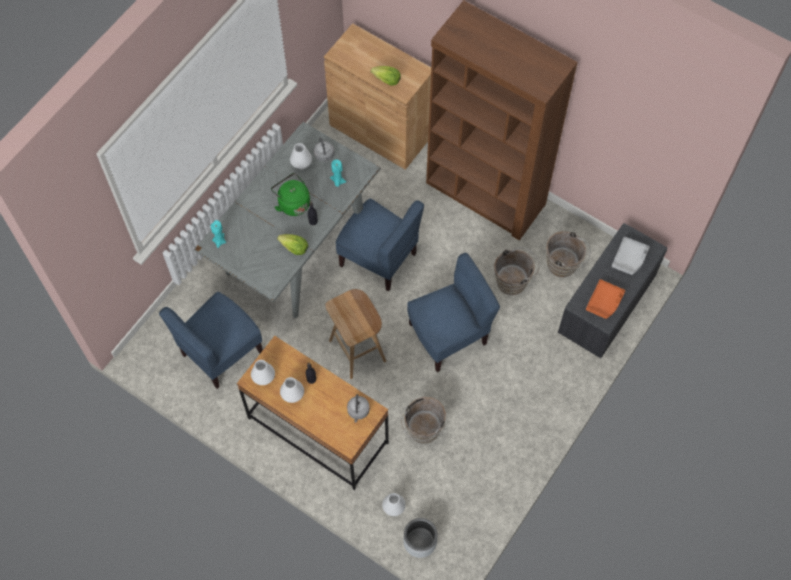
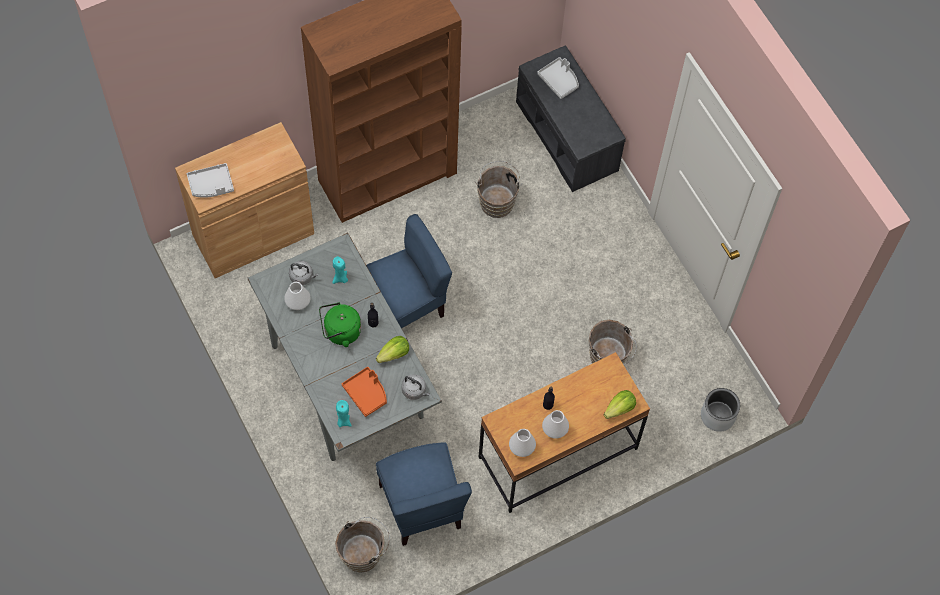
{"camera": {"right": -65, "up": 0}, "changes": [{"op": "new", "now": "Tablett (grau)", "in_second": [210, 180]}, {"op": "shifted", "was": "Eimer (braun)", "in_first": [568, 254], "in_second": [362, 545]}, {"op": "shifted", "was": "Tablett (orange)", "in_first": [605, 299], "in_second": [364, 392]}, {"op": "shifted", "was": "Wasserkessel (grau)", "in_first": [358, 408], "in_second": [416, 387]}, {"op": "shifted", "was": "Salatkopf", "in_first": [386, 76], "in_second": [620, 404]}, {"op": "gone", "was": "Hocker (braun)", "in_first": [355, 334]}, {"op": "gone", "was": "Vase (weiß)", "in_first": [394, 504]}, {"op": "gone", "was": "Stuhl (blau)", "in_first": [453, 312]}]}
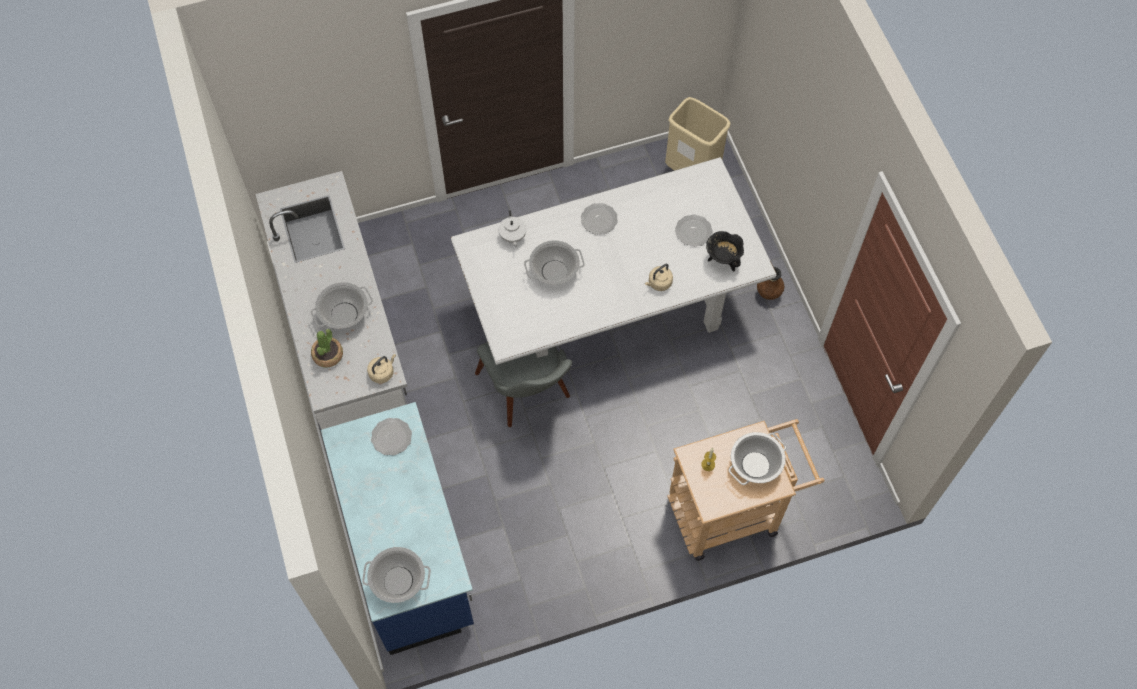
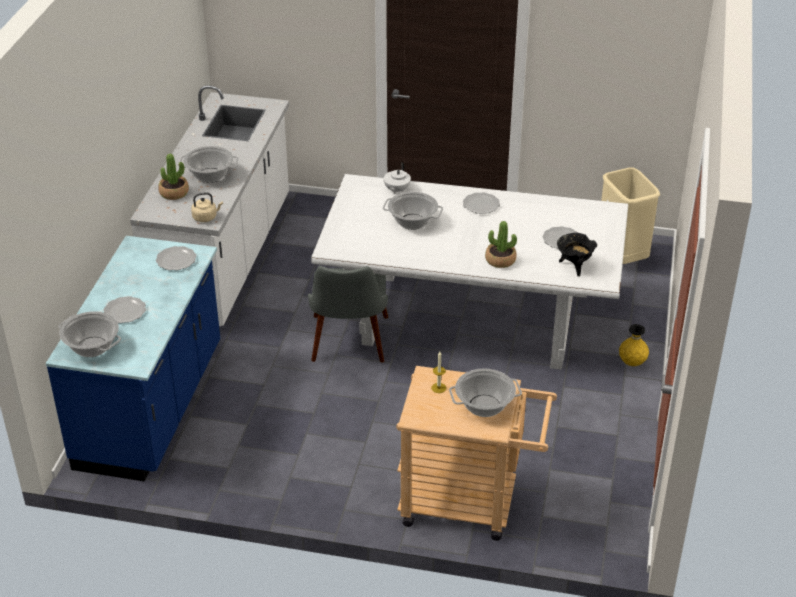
{"camera": {"right": 30, "up": -25}, "changes": [{"op": "new", "now": "Teller", "in_second": [124, 309]}, {"op": "swapped", "was": "Wasserkessel (beige)", "now": "Topfpflanze", "in_first": [659, 277], "in_second": [501, 244]}, {"op": "repainted", "was": "Vase (braun)", "now": "Vase (gelb)", "in_first": [771, 283], "in_second": [634, 345]}]}
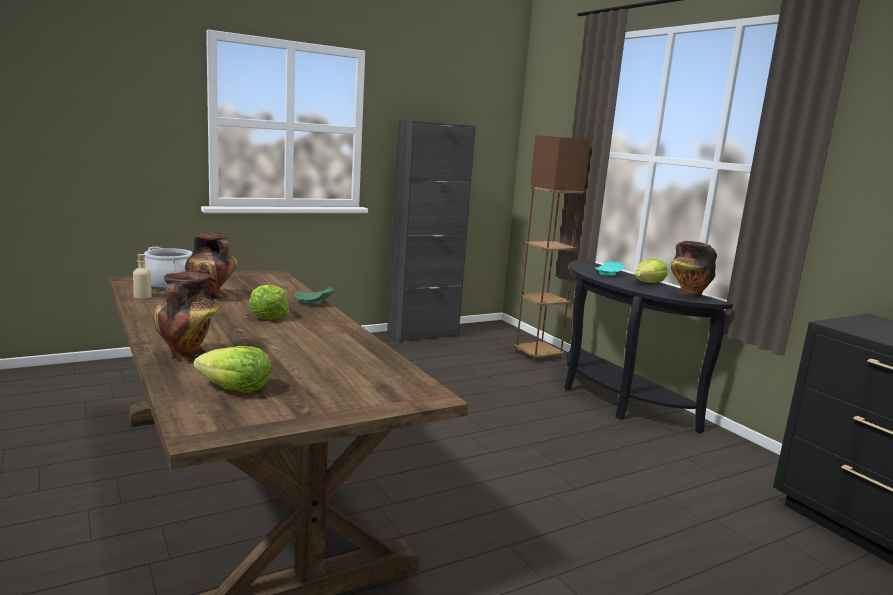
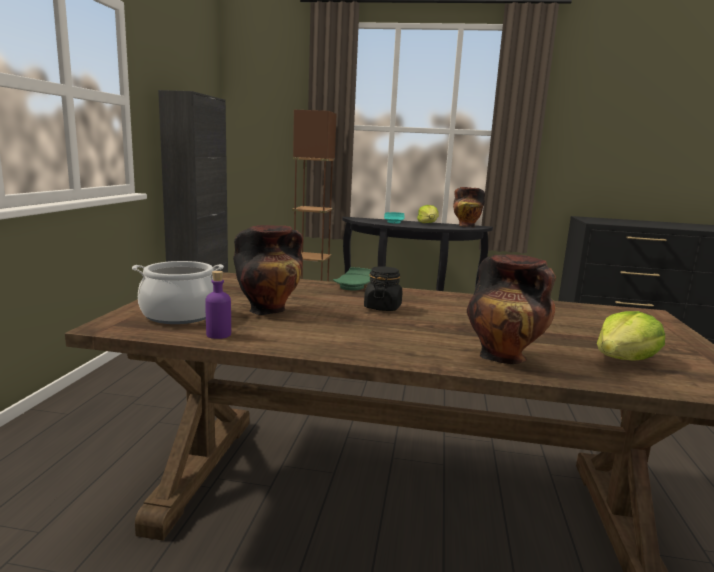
{"camera": {"right": -50, "up": 0}, "changes": [{"op": "repainted", "was": "Flasche (beige)", "now": "Flasche (lila)", "in_first": [142, 276], "in_second": [218, 305]}, {"op": "swapped", "was": "Salatkopf", "now": "Vorratsglas (schwarz)", "in_first": [269, 302], "in_second": [383, 288]}]}
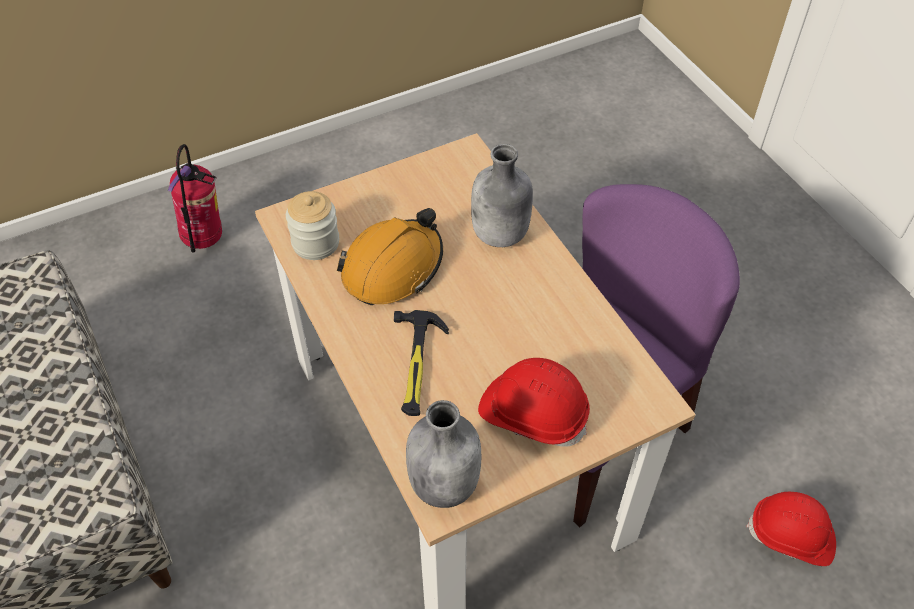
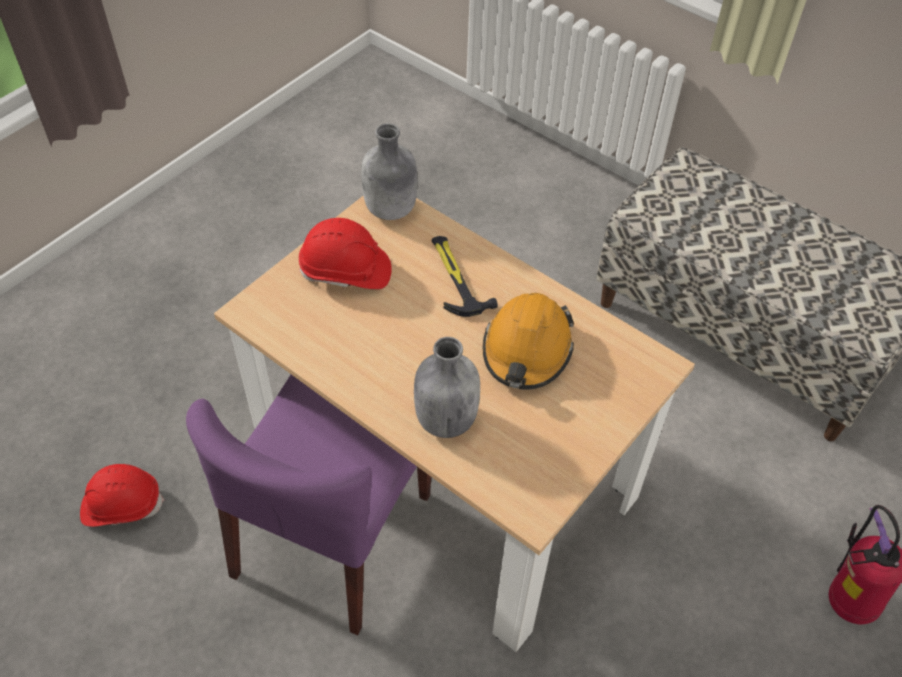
{"camera": {"right": 155, "up": 0}, "changes": [{"op": "gone", "was": "Vorratsglas", "in_first": [312, 225]}]}
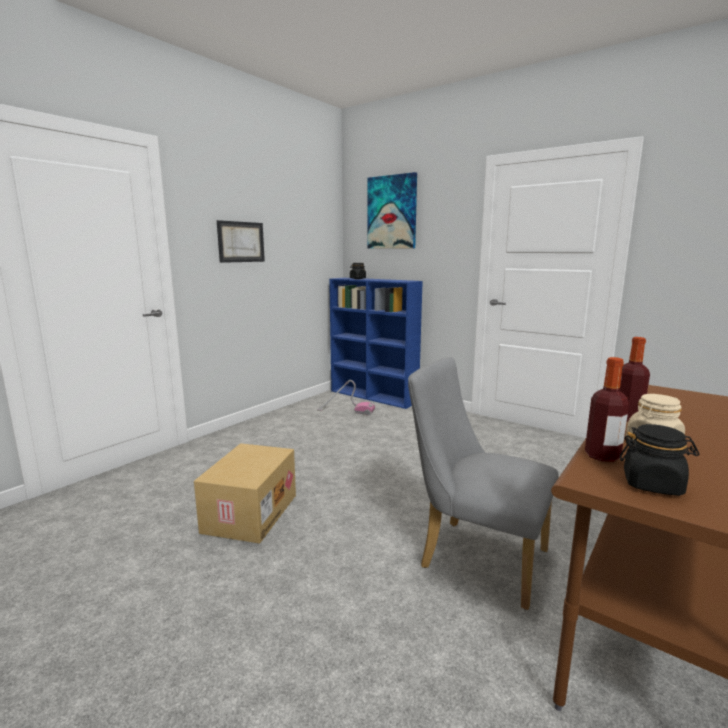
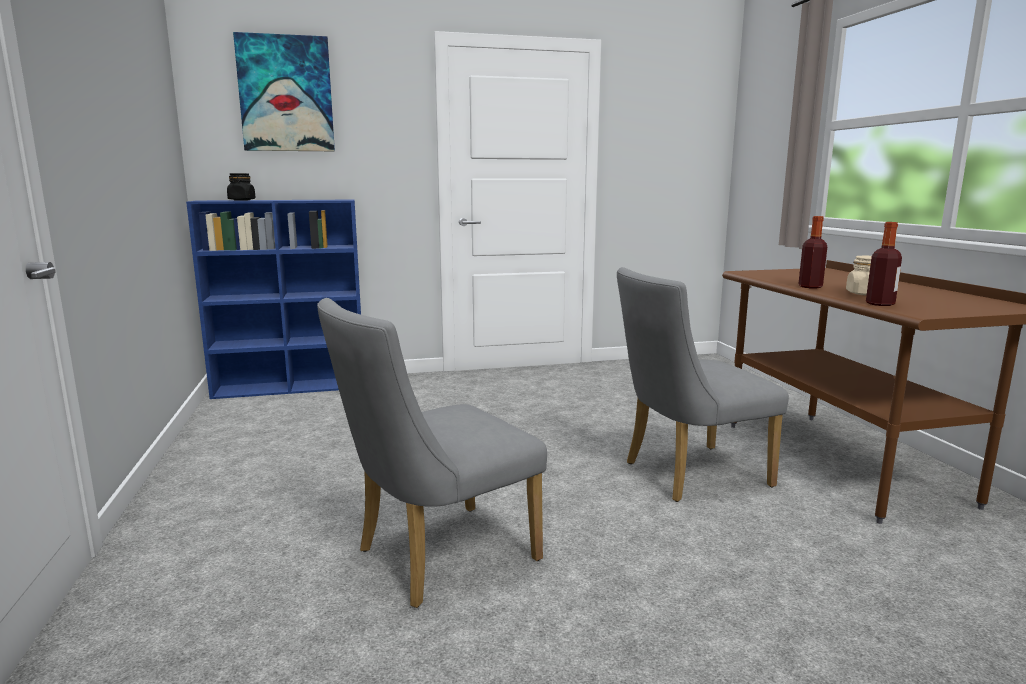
{"camera": {"right": -50, "up": 0}, "changes": [{"op": "swapped", "was": "Karton", "now": "Stuhl (grau)", "in_first": [245, 493], "in_second": [432, 453]}, {"op": "gone", "was": "Bild", "in_first": [241, 241]}, {"op": "gone", "was": "Staubsauger", "in_first": [346, 398]}, {"op": "gone", "was": "Vorratsglas (schwarz)", "in_first": [659, 460]}]}
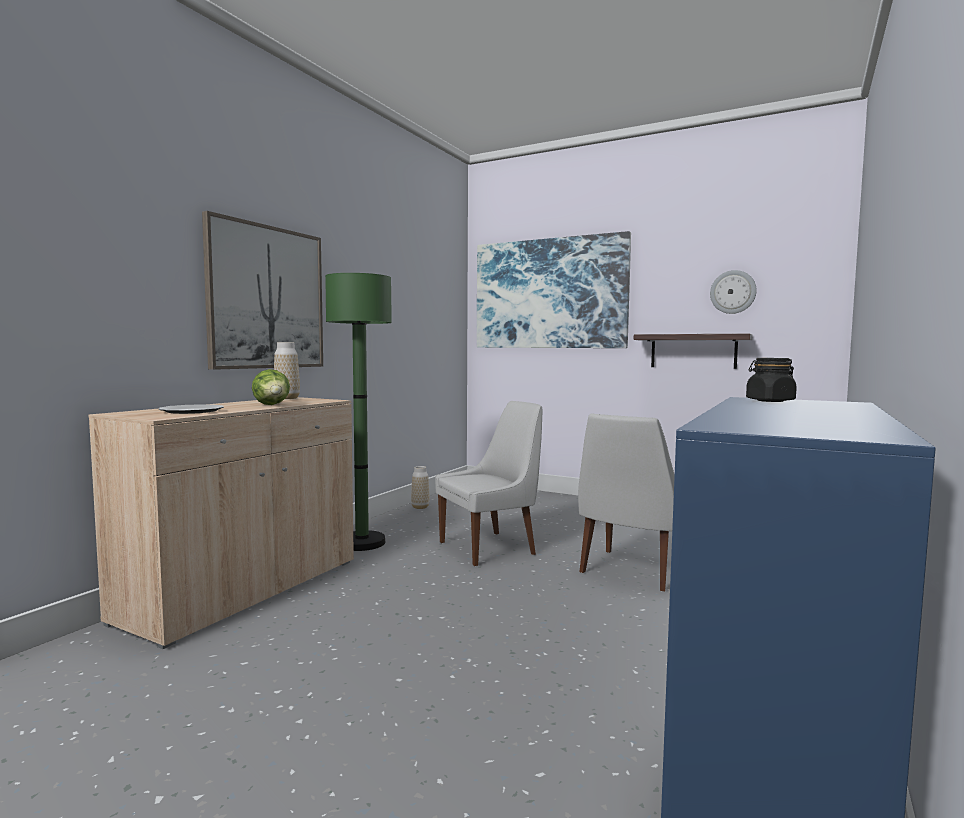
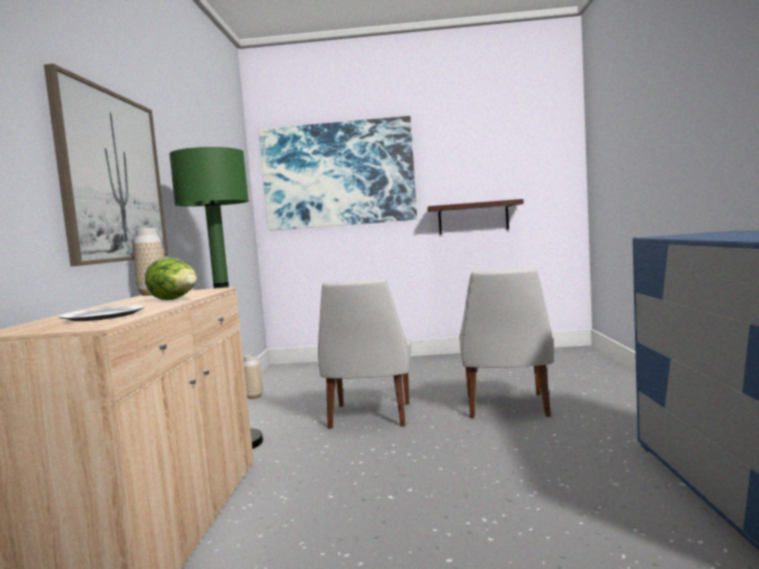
{"camera": {"right": -25, "up": 0}, "changes": [{"op": "rotated", "was": "Stuhl (weiß)", "in_first": [489, 483], "in_second": [364, 354], "clockwise": 150}, {"op": "gone", "was": "Wanduhr", "in_first": [733, 292]}, {"op": "gone", "was": "Vorratsglas (schwarz)", "in_first": [771, 380]}]}
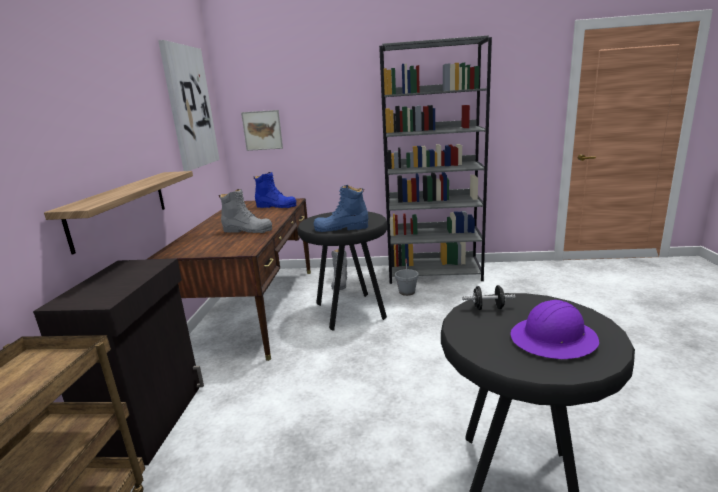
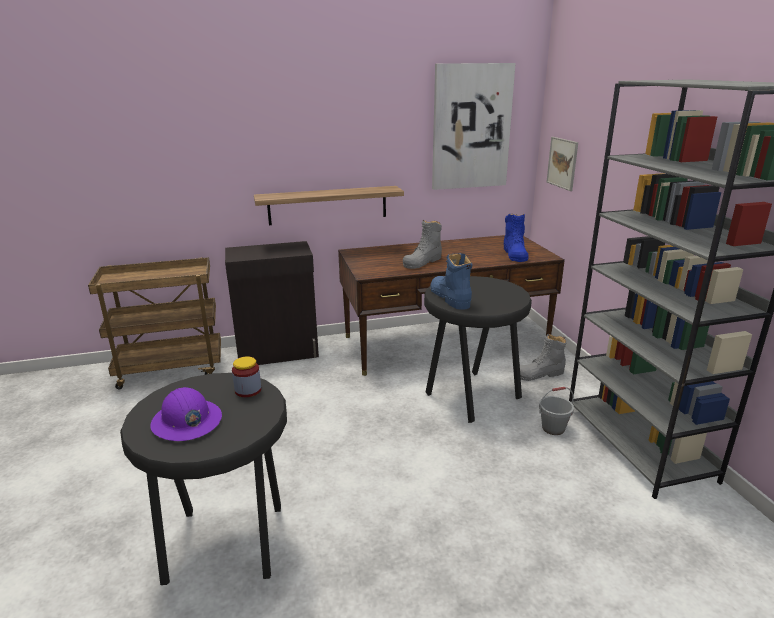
{"camera": {"right": 70, "up": 5}, "changes": [{"op": "swapped", "was": "Hantel (schwarz)", "now": "Vorratsglas", "in_first": [489, 297], "in_second": [246, 377]}, {"op": "rotated", "was": "Stiefel (grau)", "in_first": [245, 211], "in_second": [422, 244], "clockwise": 45}]}
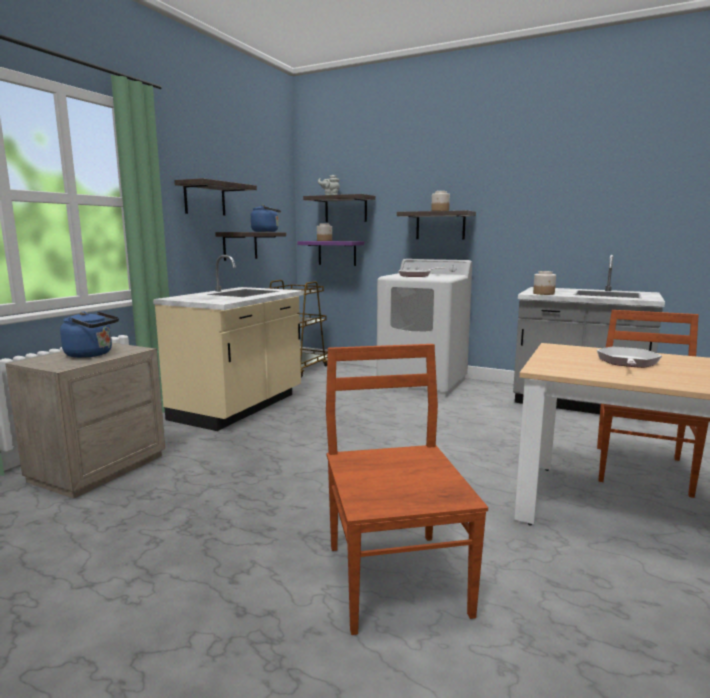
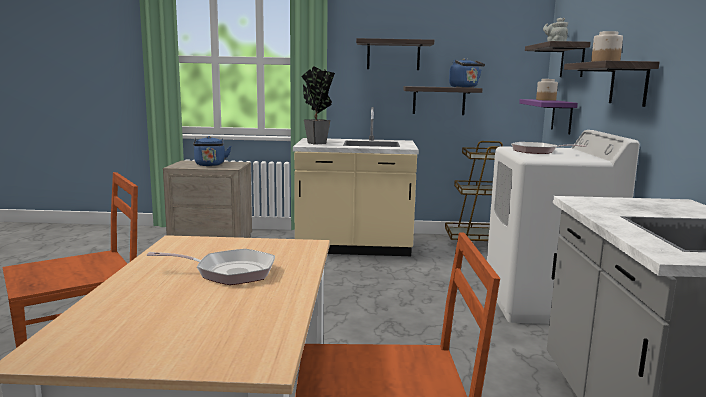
{"camera": {"right": 65, "up": 0}, "changes": [{"op": "new", "now": "Topfpflanze", "in_second": [318, 105]}, {"op": "gone", "was": "Vorratsglas", "in_first": [544, 283]}]}
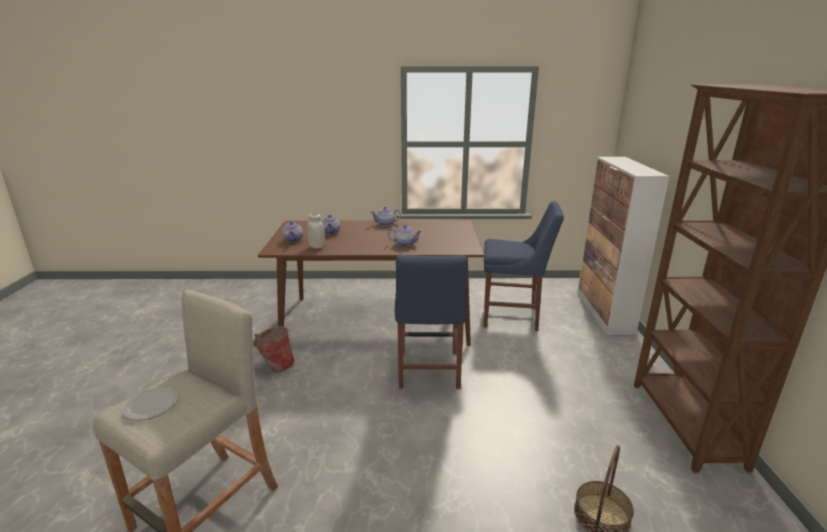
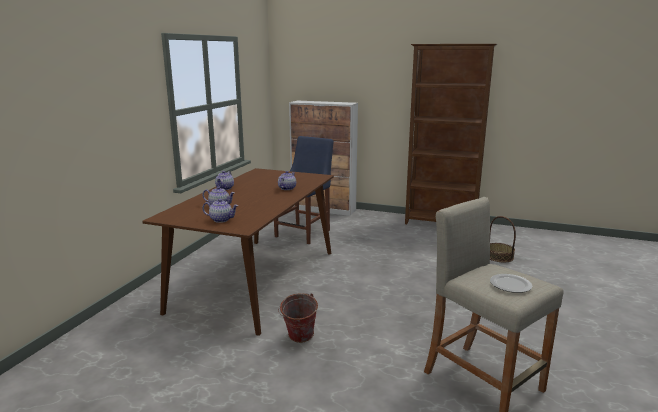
{"camera": {"right": -70, "up": -5}, "changes": [{"op": "gone", "was": "Vorratsglas (weiß)", "in_first": [316, 231]}, {"op": "gone", "was": "Stuhl (blau)", "in_first": [431, 322]}]}
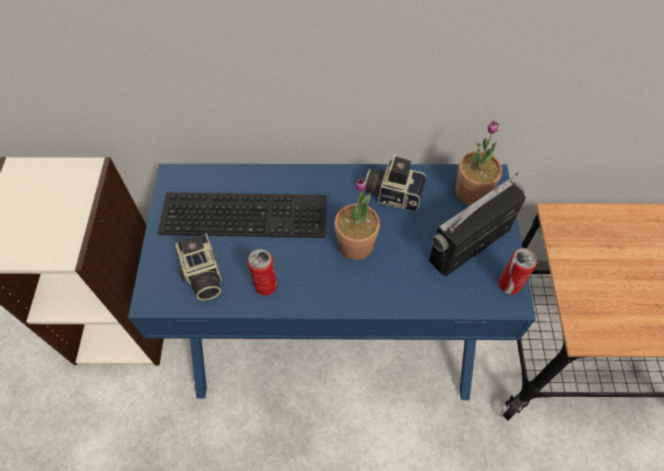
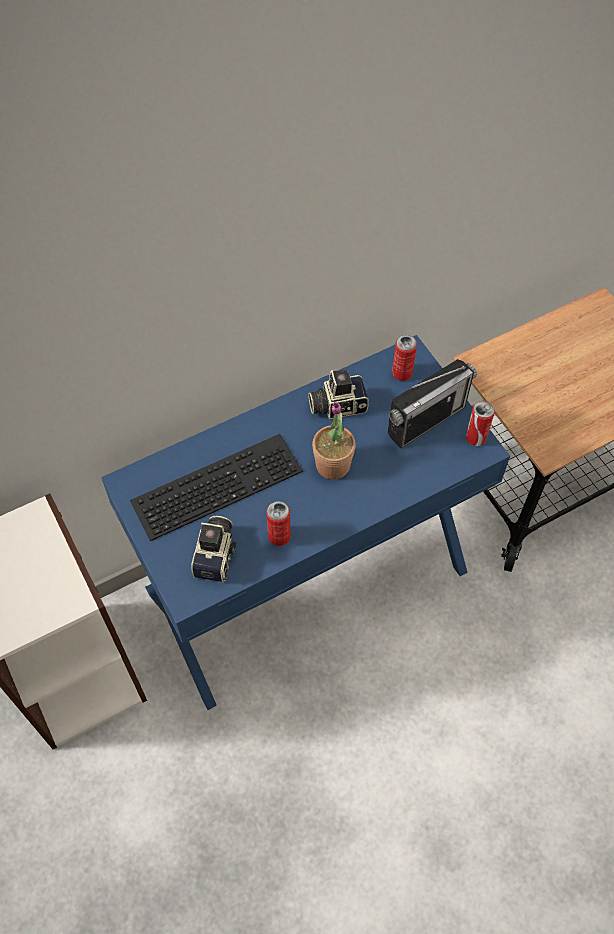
{"camera": {"right": -30, "up": 0}, "changes": [{"op": "rotated", "was": "Kamera", "in_first": [198, 267], "in_second": [213, 549], "clockwise": -120}, {"op": "rotated", "was": "Radio", "in_first": [477, 224], "in_second": [432, 404], "clockwise": -150}, {"op": "swapped", "was": "Topfpflanze", "now": "Dose", "in_first": [478, 162], "in_second": [404, 358]}]}
